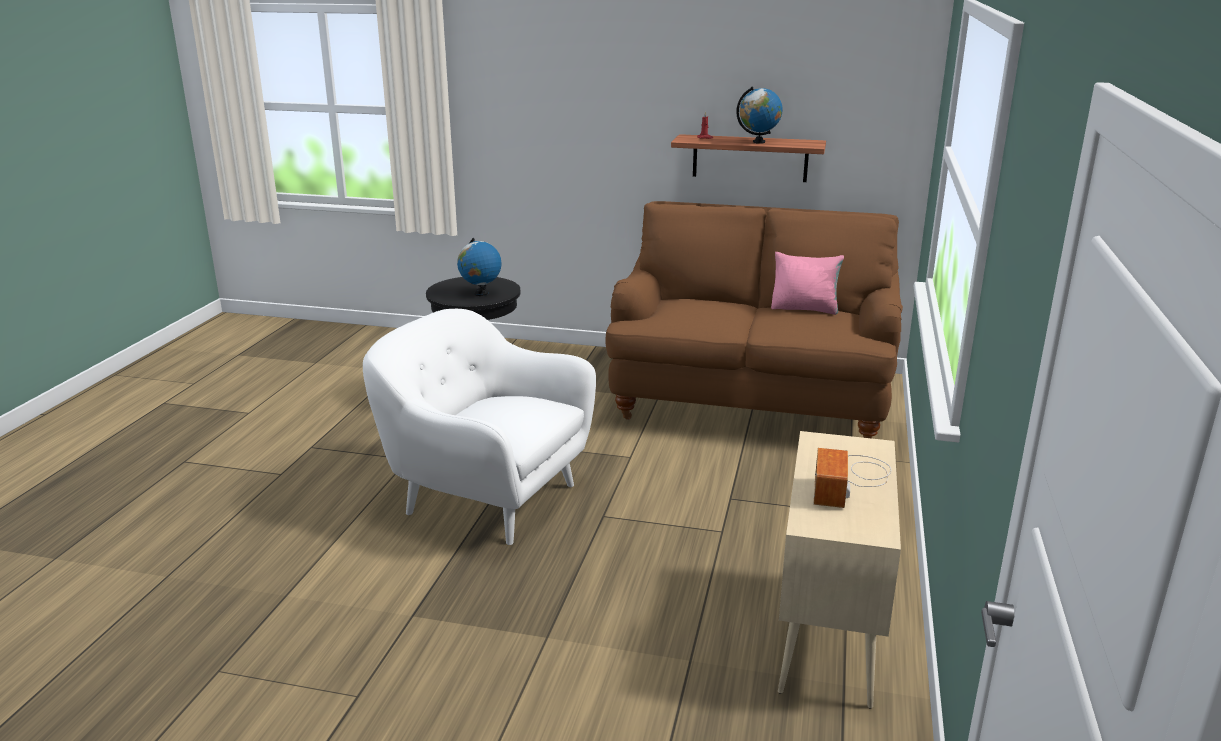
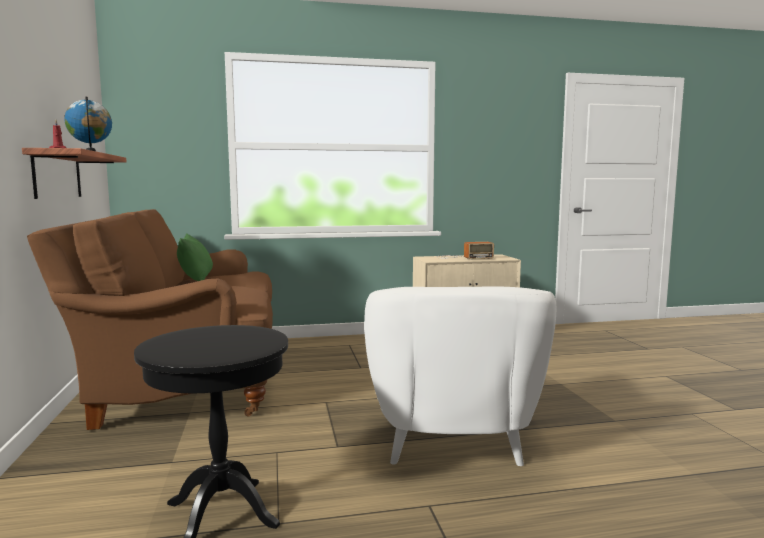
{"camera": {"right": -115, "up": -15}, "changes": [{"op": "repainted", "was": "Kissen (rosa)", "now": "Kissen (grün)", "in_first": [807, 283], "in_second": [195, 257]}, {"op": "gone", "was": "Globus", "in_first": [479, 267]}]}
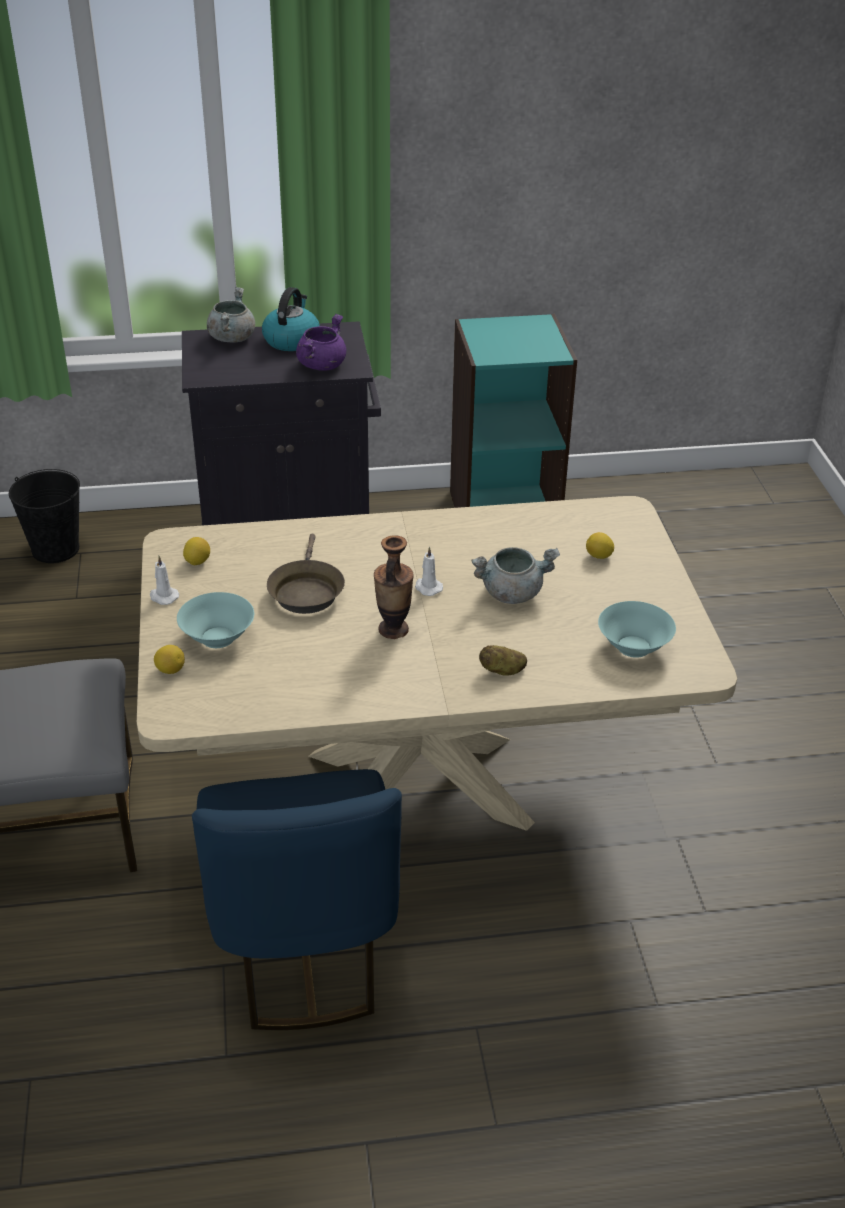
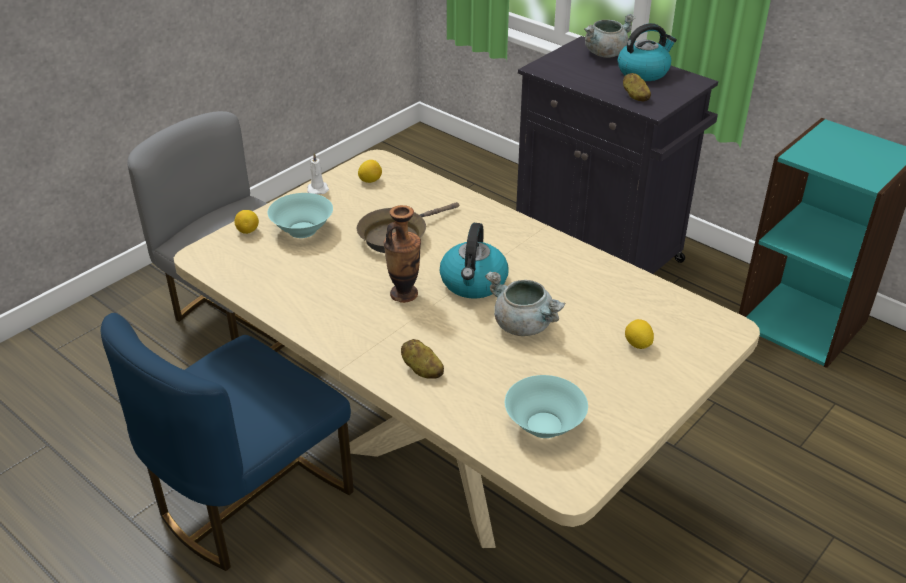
{"camera": {"right": 50, "up": 0}, "changes": [{"op": "swapped", "was": "Kerze (weiß)", "now": "Wasserkessel", "in_first": [429, 571], "in_second": [474, 261]}, {"op": "swapped", "was": "Kochtopf (lila)", "now": "Kartoffel", "in_first": [321, 342], "in_second": [637, 87]}, {"op": "gone", "was": "Eimer (schwarz)", "in_first": [44, 516]}]}
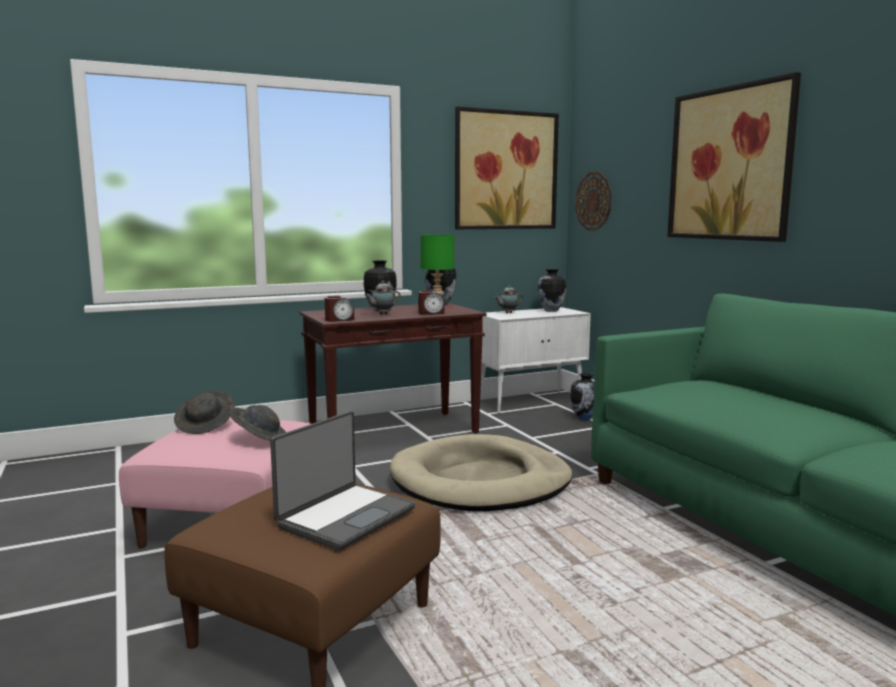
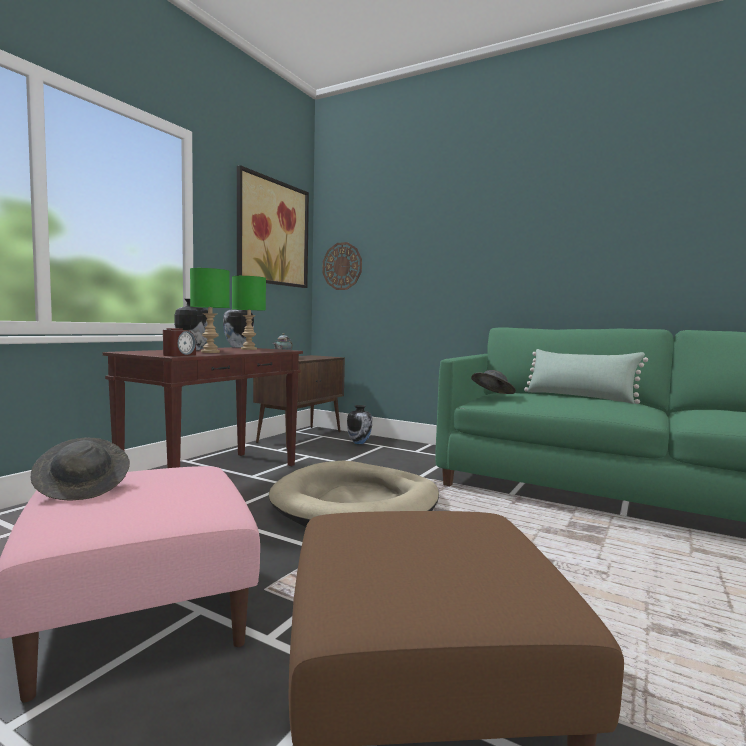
{"camera": {"right": -35, "up": -5}, "changes": [{"op": "swapped", "was": "Teekanne", "now": "Tischlampe (grün)", "in_first": [382, 298], "in_second": [210, 310]}, {"op": "repainted", "was": "Schrank (weiß)", "now": "Schrank (braun)", "in_first": [535, 360], "in_second": [299, 401]}, {"op": "shifted", "was": "Hut (grau)", "in_first": [257, 423], "in_second": [493, 382]}, {"op": "new", "now": "Kissen (grün)", "in_second": [586, 376]}, {"op": "gone", "was": "Laptop", "in_first": [342, 480]}, {"op": "gone", "was": "Wecker", "in_first": [431, 302]}, {"op": "gone", "was": "Vase", "in_first": [552, 290]}, {"op": "gone", "was": "Bild", "in_first": [734, 157]}]}
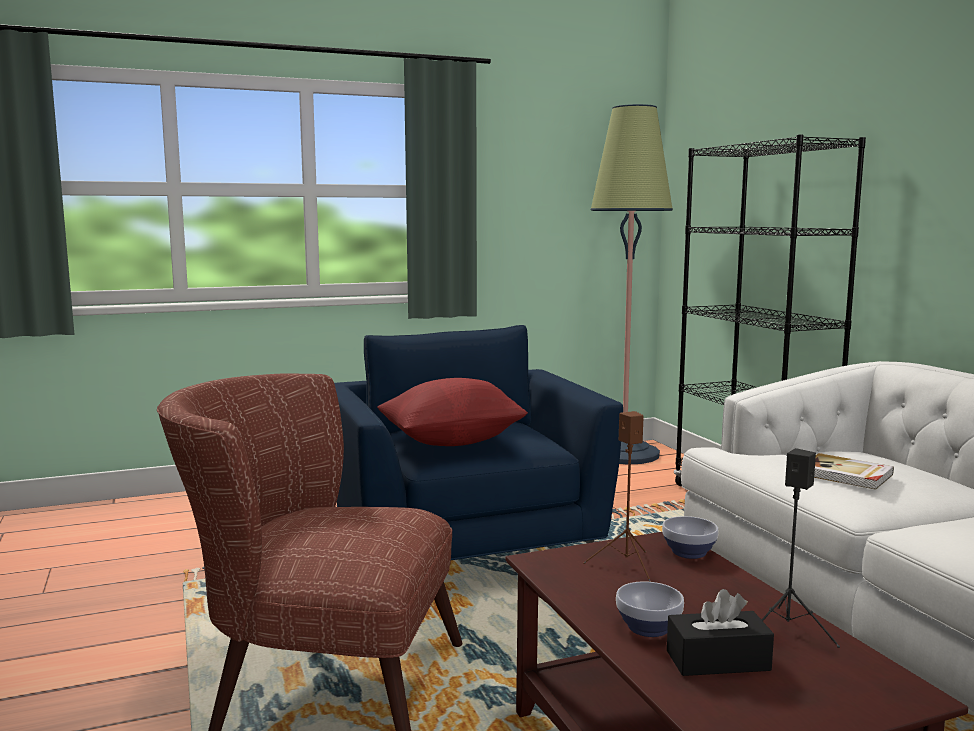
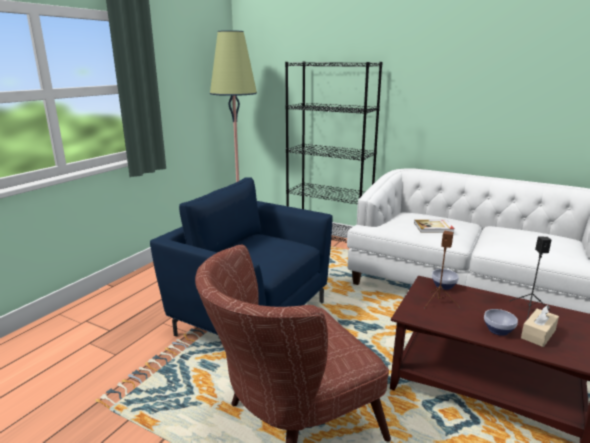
{"camera": {"right": -40, "up": 10}, "changes": [{"op": "repainted", "was": "Taschentuchbox (schwarz)", "now": "Taschentuchbox (beige)", "in_first": [720, 632], "in_second": [540, 326]}, {"op": "gone", "was": "Kissen (rot)", "in_first": [452, 412]}]}
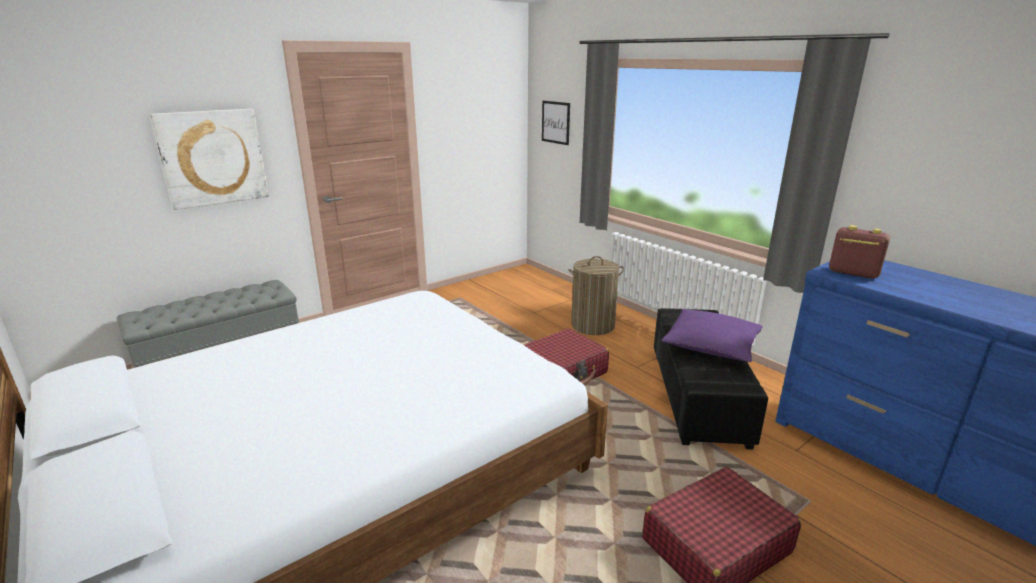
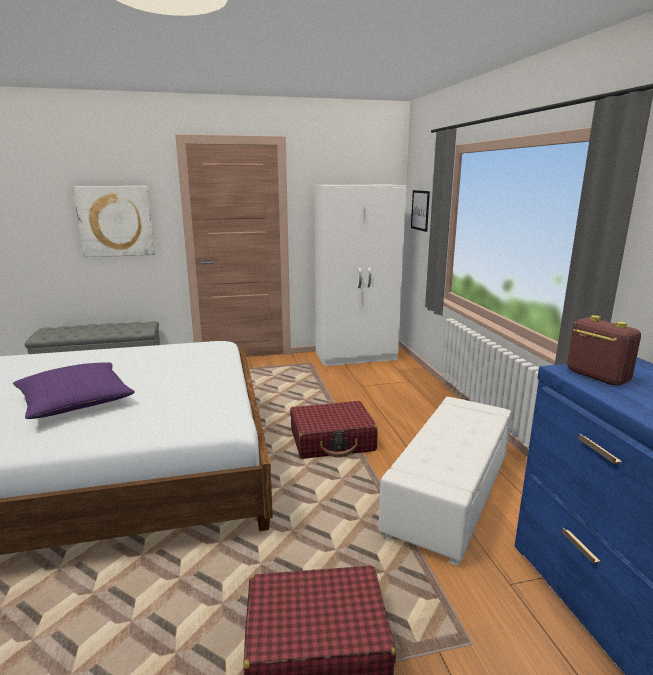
{"camera": {"right": 25, "up": -5}, "changes": [{"op": "shifted", "was": "Kissen (lila)", "in_first": [712, 335], "in_second": [74, 390]}, {"op": "new", "now": "Kleiderschrank (weiß)", "in_second": [360, 276]}, {"op": "repainted", "was": "Polsterhocker (schwarz)", "now": "Polsterhocker (weiß)", "in_first": [711, 379], "in_second": [445, 481]}, {"op": "gone", "was": "Wäschekorb", "in_first": [596, 295]}]}
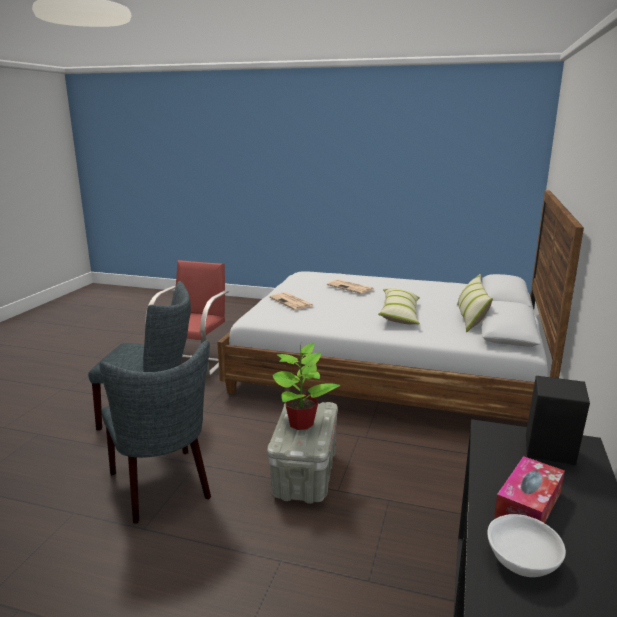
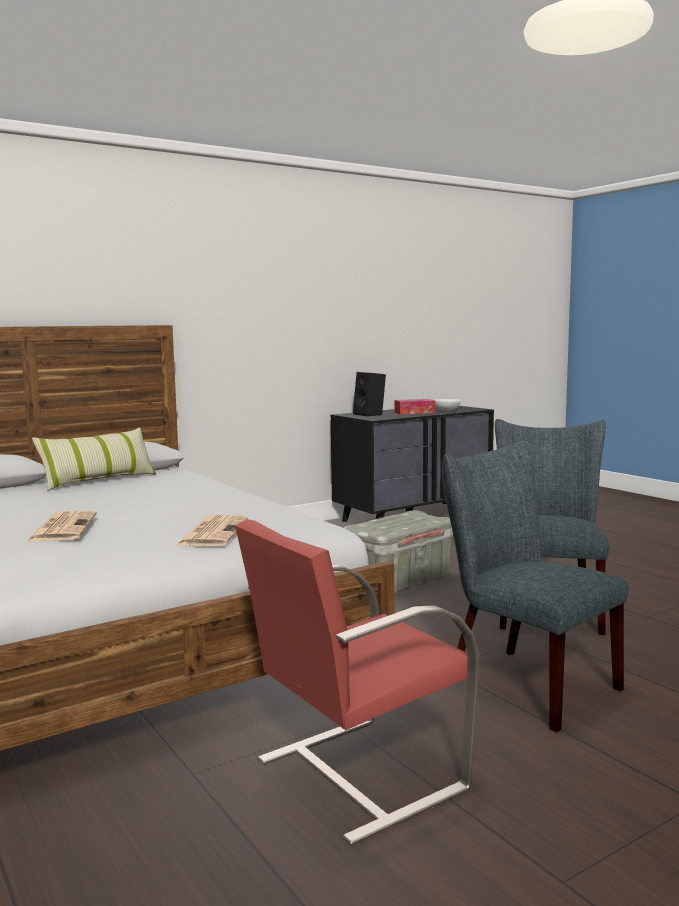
{"camera": {"right": -140, "up": -10}, "changes": [{"op": "gone", "was": "Topfpflanze", "in_first": [306, 386]}, {"op": "gone", "was": "Kissen", "in_first": [399, 306]}]}
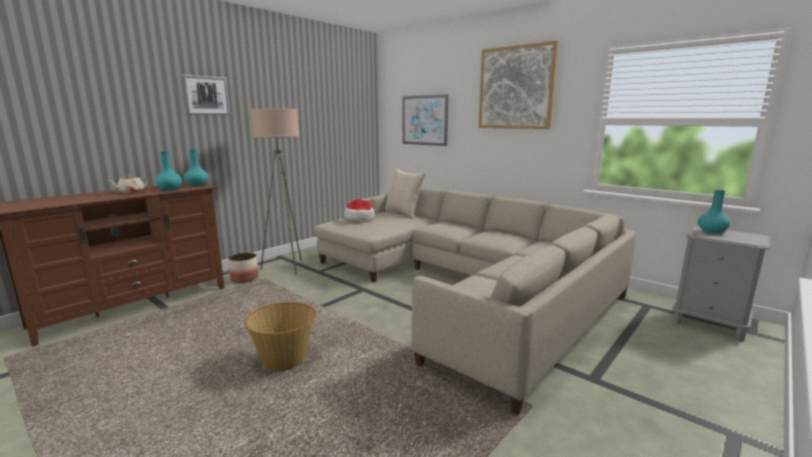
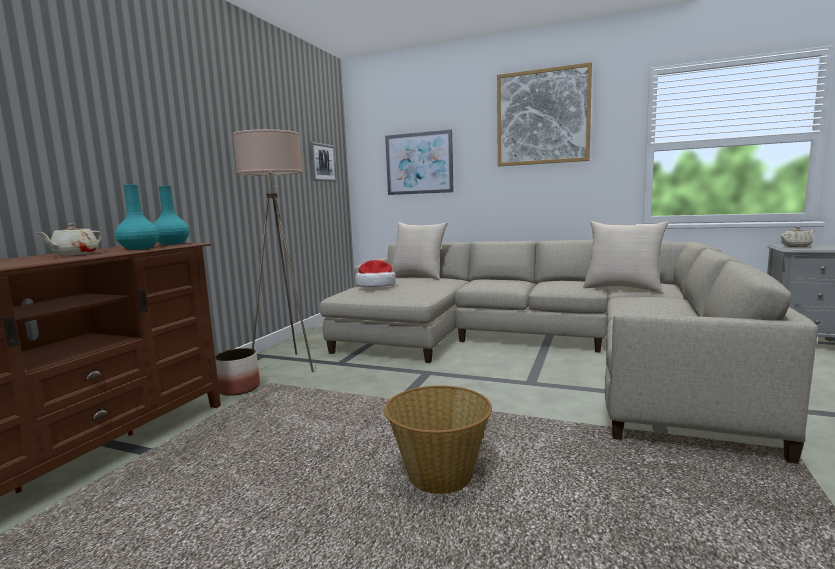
{"camera": {"right": -20, "up": -5}, "changes": [{"op": "shifted", "was": "Bild", "in_first": [205, 94], "in_second": [323, 162]}, {"op": "new", "now": "Kissen (beige)", "in_second": [626, 257]}, {"op": "swapped", "was": "Vase (türkis)", "now": "Teekanne (beige)", "in_first": [714, 212], "in_second": [798, 237]}]}
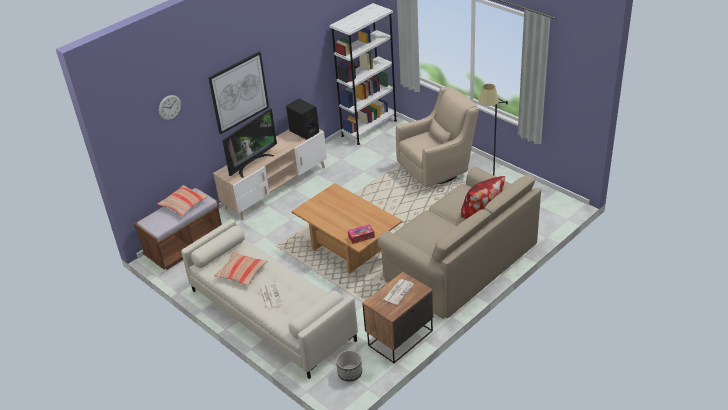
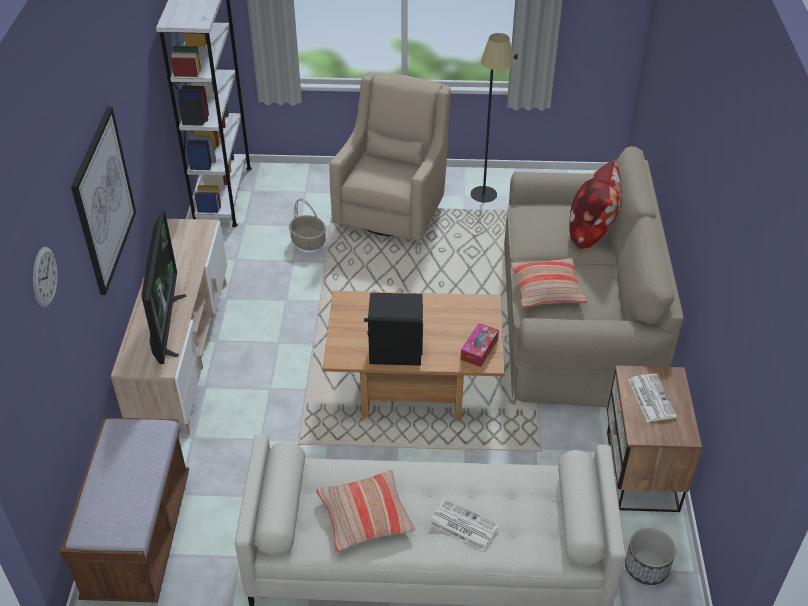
{"camera": {"right": -45, "up": 5}, "changes": [{"op": "new", "now": "Korb", "in_second": [307, 225]}, {"op": "shifted", "was": "Lautsprecher (schwarz)", "in_first": [302, 119], "in_second": [393, 329]}, {"op": "shifted", "was": "Kissen", "in_first": [182, 200], "in_second": [548, 283]}]}
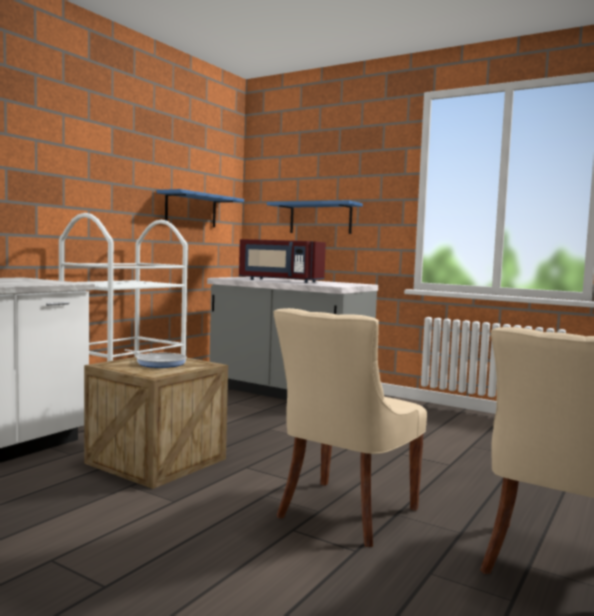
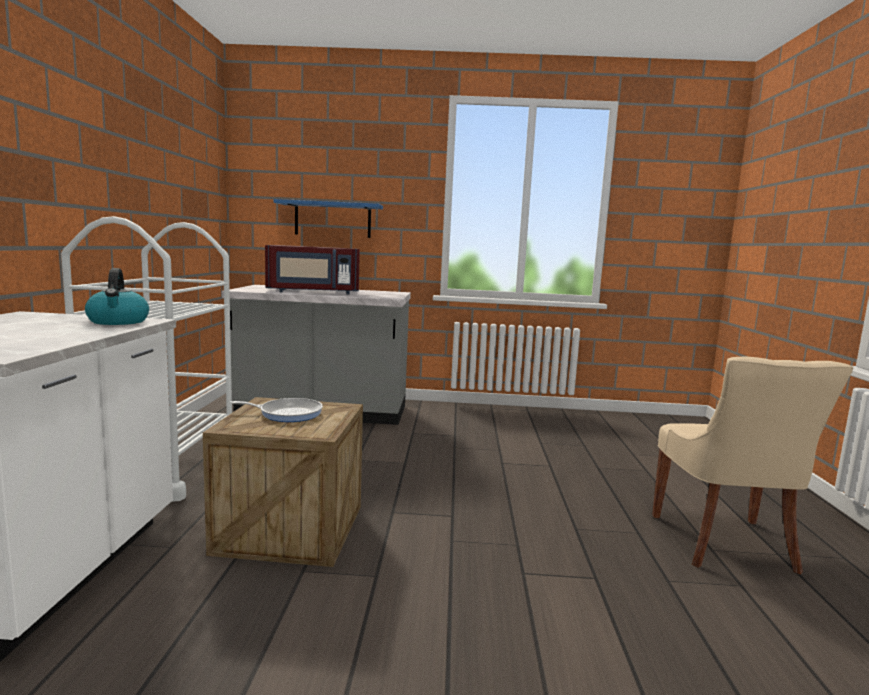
{"camera": {"right": -30, "up": 5}, "changes": [{"op": "new", "now": "Wasserkessel", "in_second": [117, 296]}, {"op": "gone", "was": "Wandregal (blau)", "in_first": [200, 208]}, {"op": "gone", "was": "Stuhl (beige)", "in_first": [350, 427]}]}
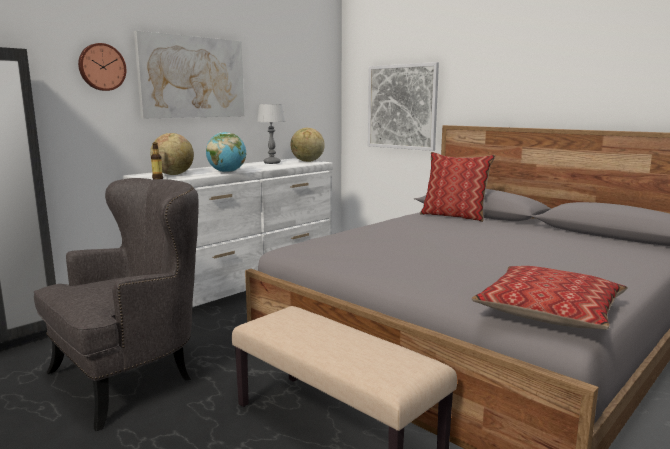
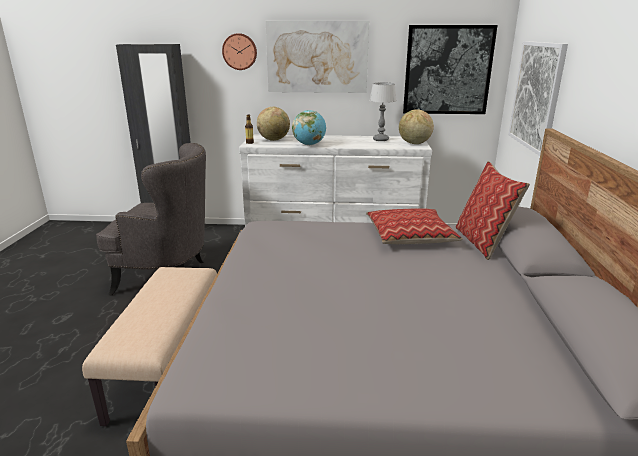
{"camera": {"right": 50, "up": 10}, "changes": [{"op": "shifted", "was": "Kissen", "in_first": [549, 298], "in_second": [415, 226]}, {"op": "new", "now": "Bild", "in_second": [450, 69]}]}
